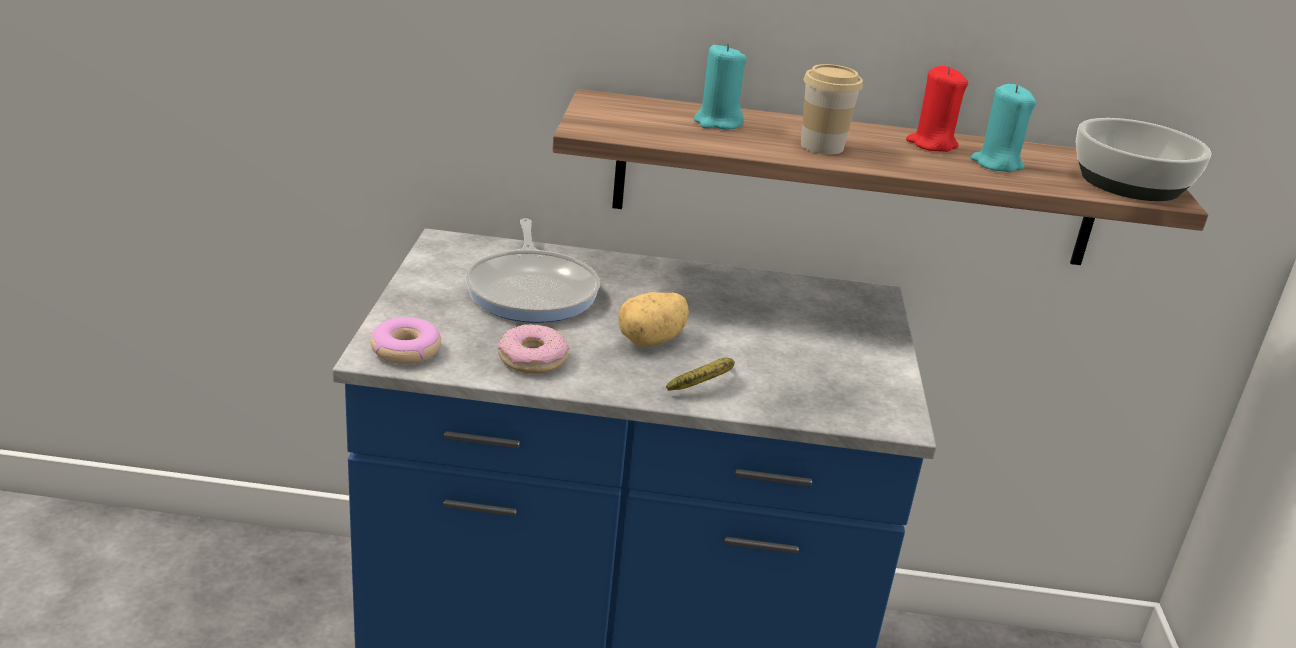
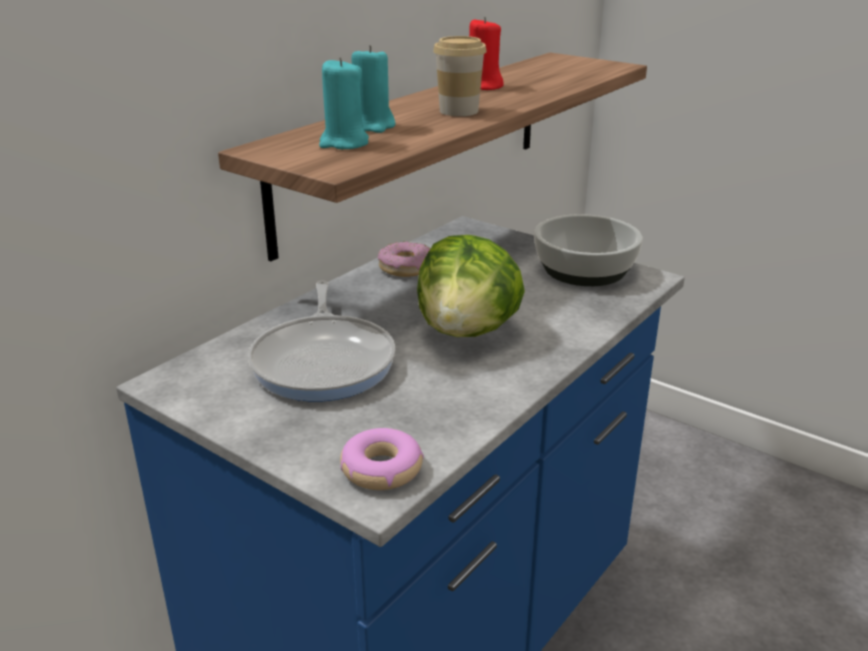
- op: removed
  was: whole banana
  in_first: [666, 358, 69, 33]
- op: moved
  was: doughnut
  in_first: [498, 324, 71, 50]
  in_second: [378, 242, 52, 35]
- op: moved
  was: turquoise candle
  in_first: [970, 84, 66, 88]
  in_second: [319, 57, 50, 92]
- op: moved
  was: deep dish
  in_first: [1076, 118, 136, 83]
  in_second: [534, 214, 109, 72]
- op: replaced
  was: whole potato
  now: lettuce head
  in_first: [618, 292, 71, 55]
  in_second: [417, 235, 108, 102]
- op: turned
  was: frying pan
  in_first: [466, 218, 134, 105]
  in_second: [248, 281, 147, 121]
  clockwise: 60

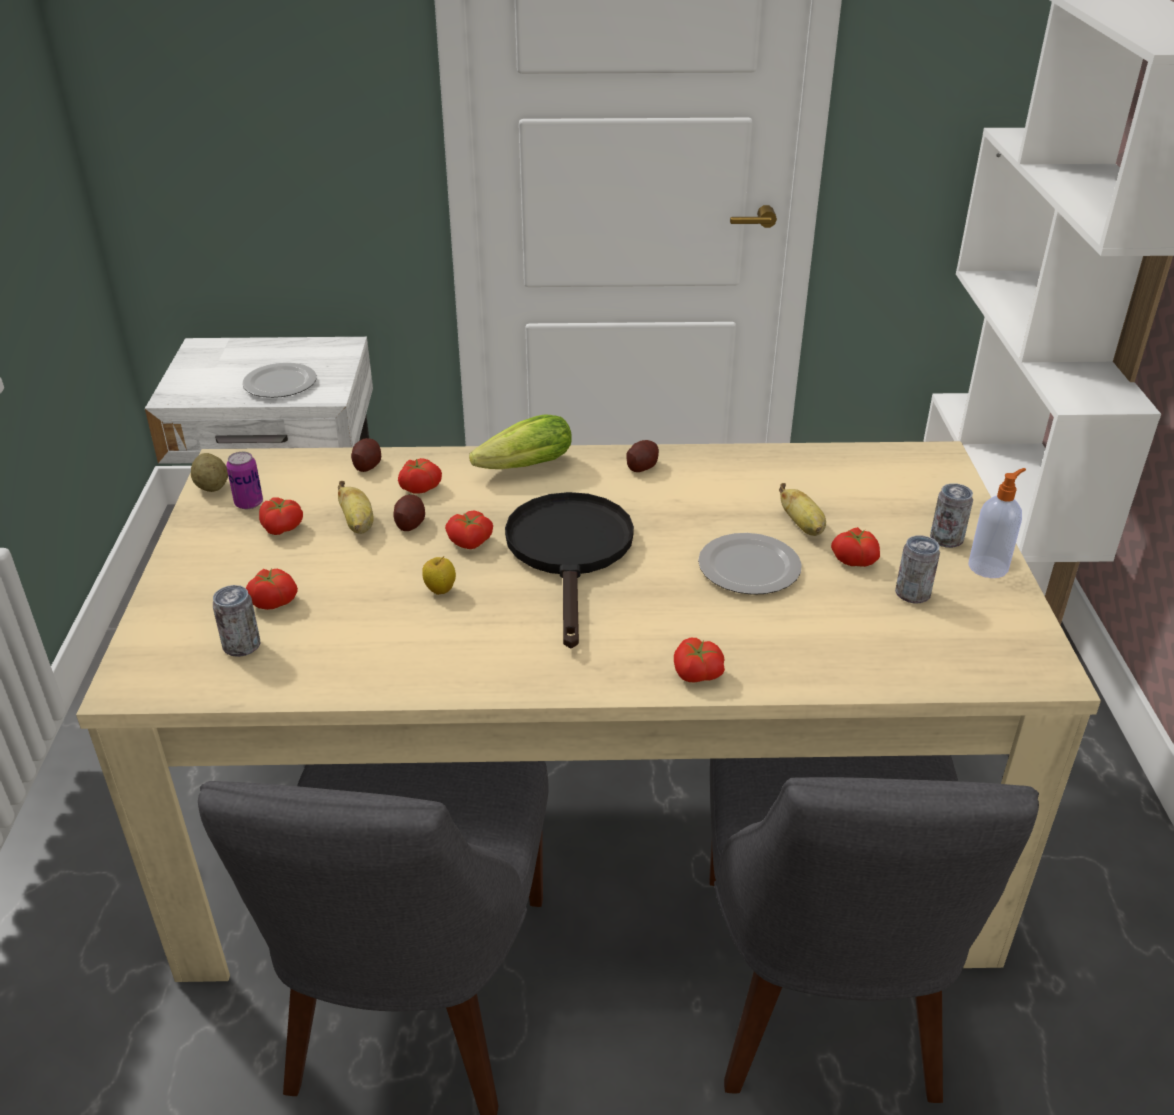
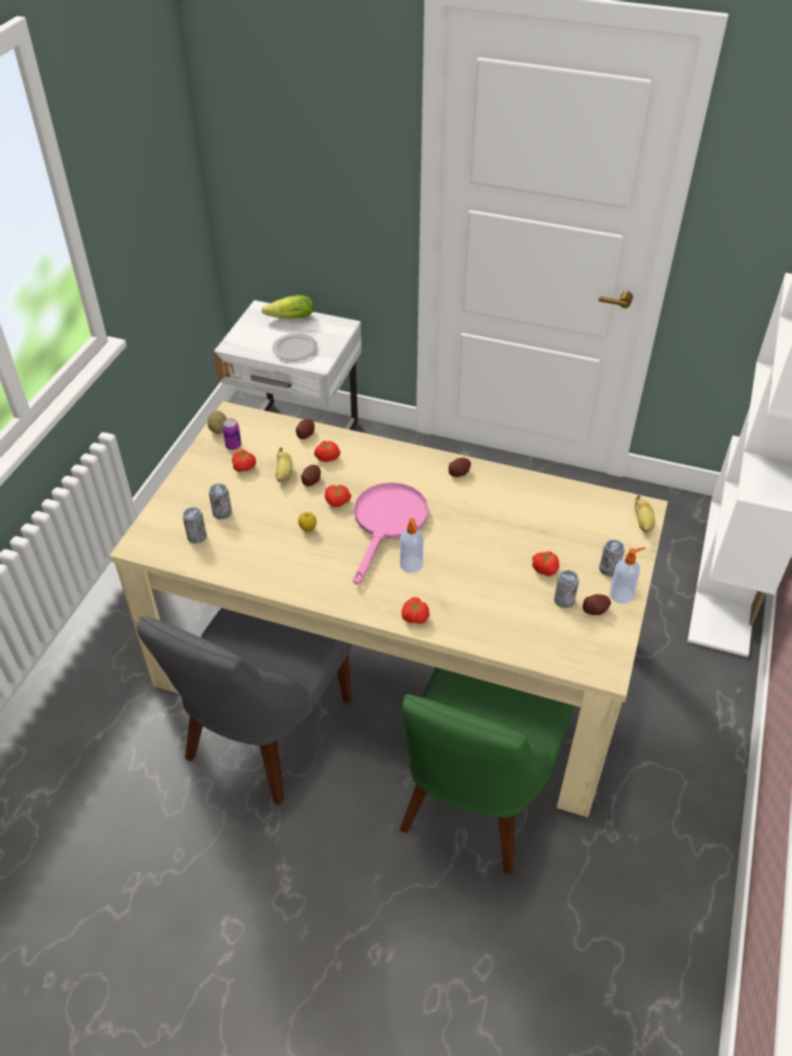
- op: removed
  was: plate
  in_first: [698, 533, 104, 62]
- op: added
  now: liquid soap bottle
  in_second: [400, 518, 24, 55]
- op: added
  now: whole potato
  in_second: [583, 594, 28, 21]
- op: moved
  was: lettuce head
  in_first: [469, 414, 103, 55]
  in_second: [262, 295, 51, 24]
- op: moved
  was: whole banana
  in_first: [779, 483, 47, 53]
  in_second: [635, 495, 20, 38]
- op: replaced
  was: tomato
  now: can
  in_first: [246, 569, 52, 41]
  in_second: [209, 483, 23, 36]
- op: recoloured
  was: black frying pan
  now: pink-coloured frying pan
  in_first: [505, 492, 129, 156]
  in_second: [353, 482, 76, 103]
- op: recoloured
  was: grey chair
  now: greenish chair
  in_first: [709, 755, 330, 348]
  in_second: [400, 667, 174, 207]

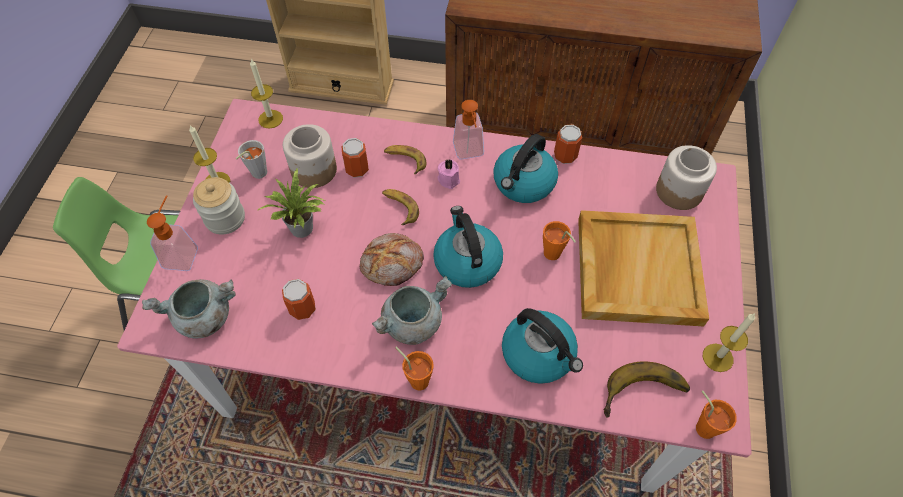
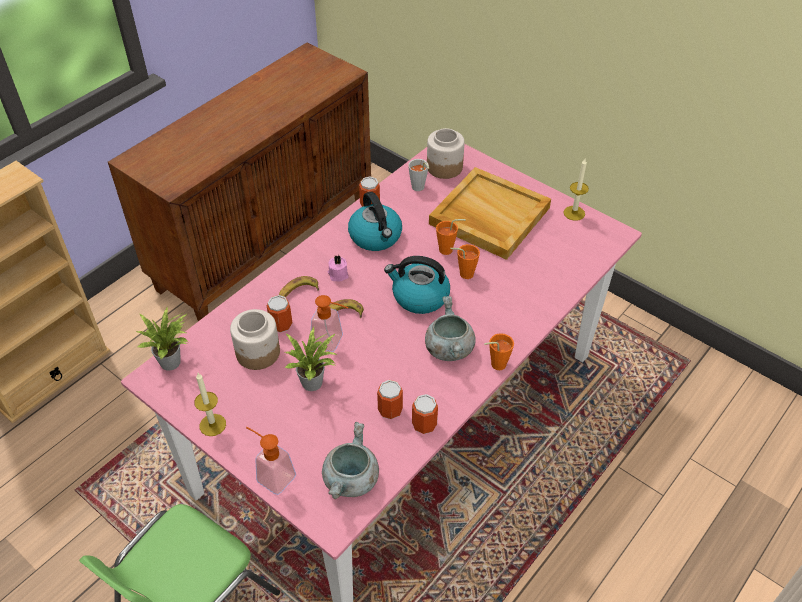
- op: removed
  was: preserve jar
  in_first: [193, 177, 52, 58]
- op: removed
  was: bread
  in_first: [360, 233, 64, 53]
- op: removed
  was: tea kettle
  in_first: [502, 308, 81, 76]
- op: removed
  was: whole banana
  in_first: [604, 361, 86, 57]
- op: added
  now: can
  in_second: [412, 394, 26, 40]
- op: moved
  was: grey drinking cup
  in_first: [235, 140, 32, 39]
  in_second: [408, 159, 21, 32]
- op: moved
  was: liquid soap bottle
  in_first: [453, 100, 31, 59]
  in_second: [311, 295, 37, 57]
- op: moved
  was: orangey drinking cup
  in_first: [696, 390, 41, 49]
  in_second: [451, 244, 29, 35]
- op: replaced
  was: candle
  now: plant in a pot
  in_first: [250, 59, 33, 70]
  in_second: [136, 307, 53, 64]

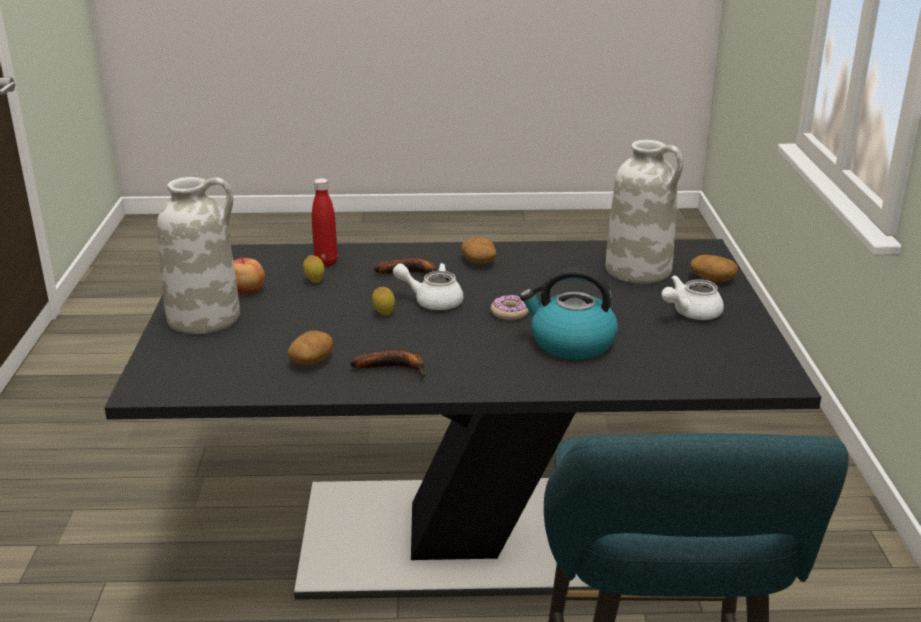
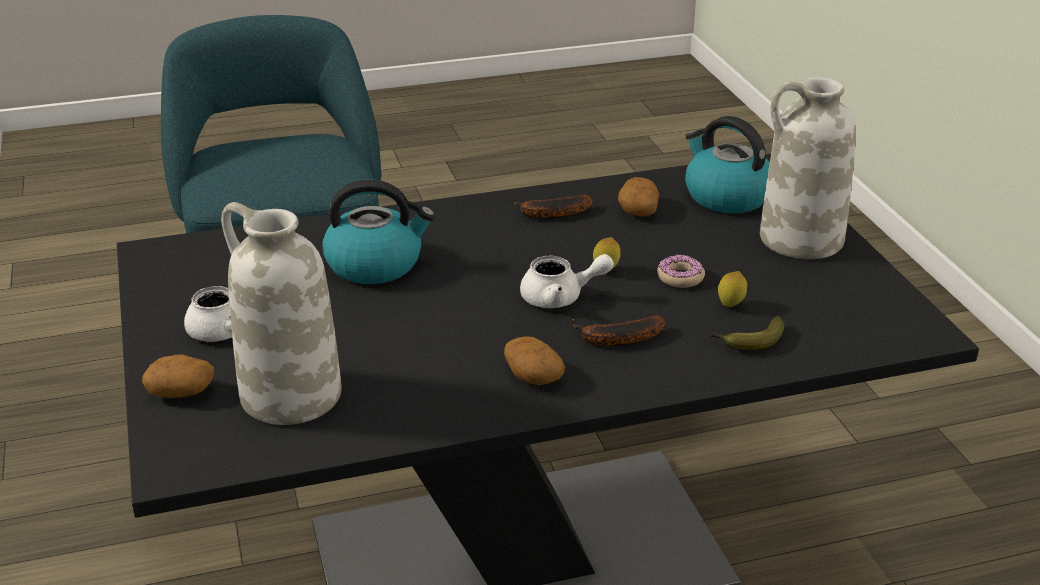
- op: removed
  was: whole apple
  in_first: [233, 257, 32, 37]
- op: added
  now: tea kettle
  in_second: [685, 116, 85, 98]
- op: moved
  was: doughnut
  in_first: [491, 295, 38, 25]
  in_second: [657, 255, 48, 33]
- op: replaced
  was: reddish beverage bottle
  now: whole banana
  in_first: [312, 178, 26, 88]
  in_second: [709, 315, 75, 35]

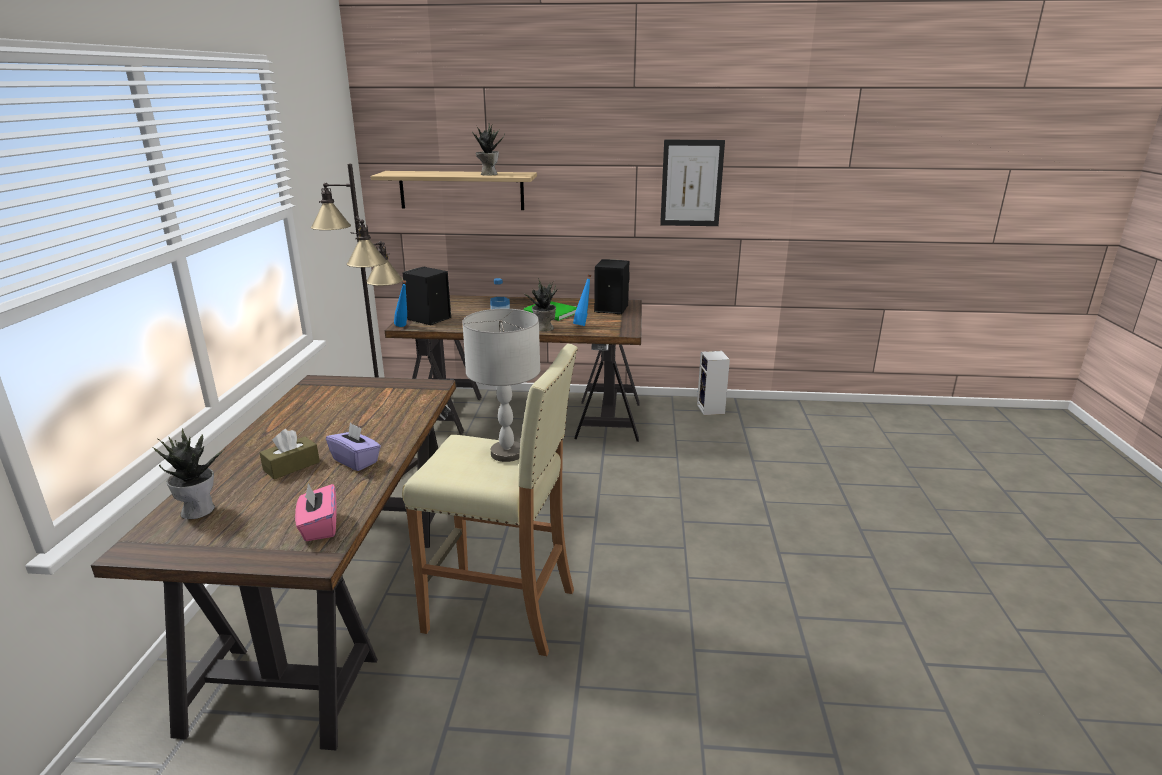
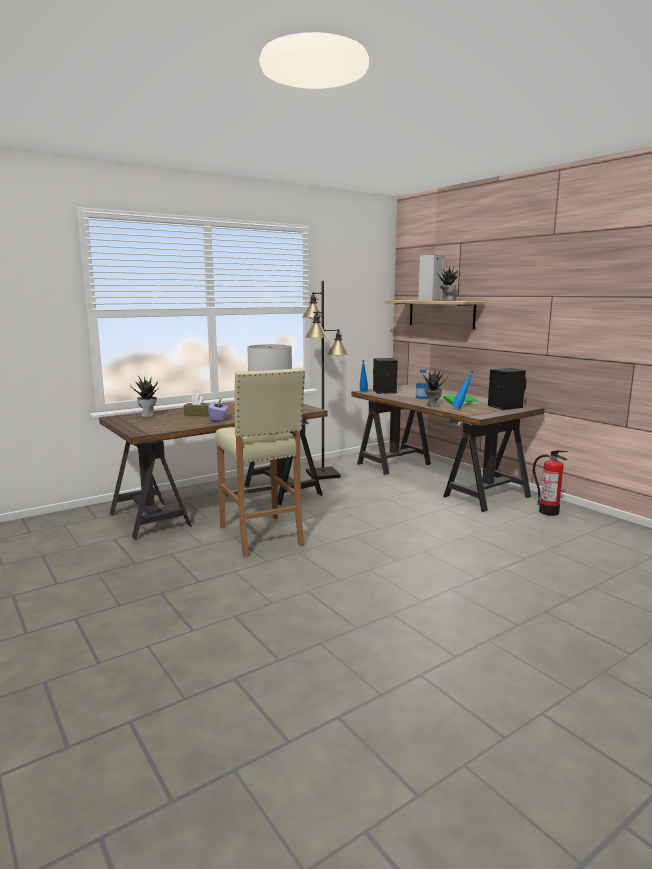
- op: removed
  was: pink-coloured tissue box
  in_first: [295, 484, 41, 57]
- op: removed
  was: wall picture
  in_first: [660, 140, 65, 86]
- op: added
  now: extinguisher
  in_second: [533, 450, 36, 66]
- op: moved
  was: audio speaker
  in_first: [697, 351, 33, 64]
  in_second: [418, 255, 26, 46]

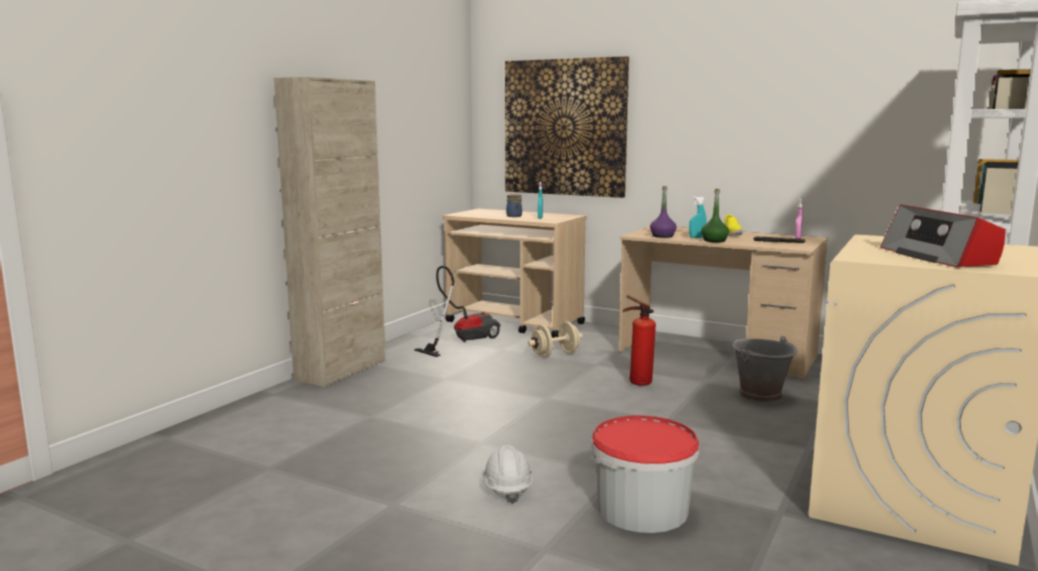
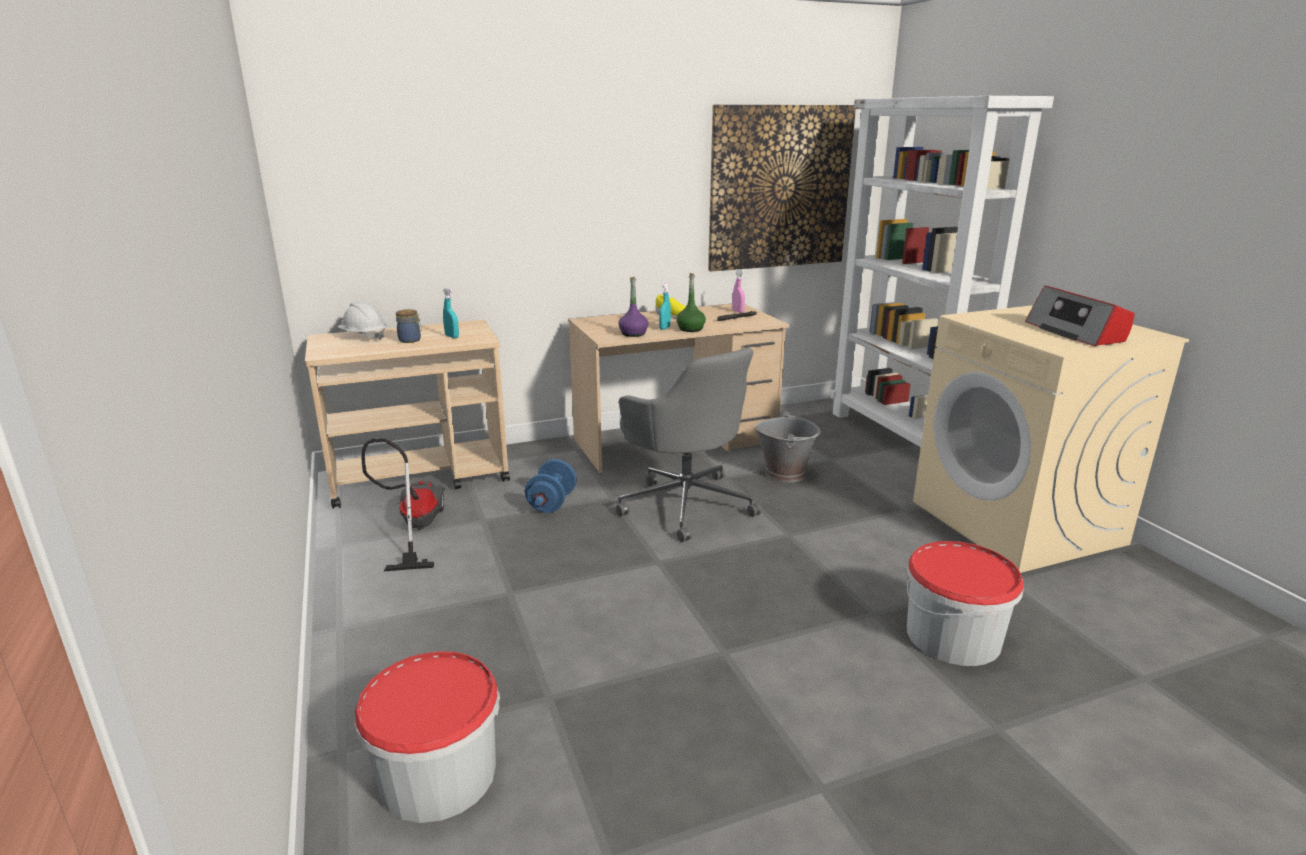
- op: removed
  was: beige-coloured storage cabinet
  in_first: [274, 77, 112, 310]
- op: added
  now: pail
  in_second: [355, 651, 145, 172]
- op: moved
  was: white safety helmet
  in_first: [482, 445, 51, 59]
  in_second: [338, 301, 49, 39]
- op: moved
  was: wall picture
  in_first: [505, 56, 124, 142]
  in_second: [708, 105, 148, 166]
- op: replaced
  was: extinguisher
  now: grey desk chair
  in_first: [622, 295, 34, 91]
  in_second: [616, 347, 146, 195]
- op: recoloured
  was: beige-coloured hand weight
  now: bluish hand weight
  in_first: [528, 321, 55, 37]
  in_second: [525, 459, 52, 54]
- op: turned
  was: radio set
  in_first: [880, 205, 126, 63]
  in_second: [1025, 285, 110, 61]
  clockwise: 45

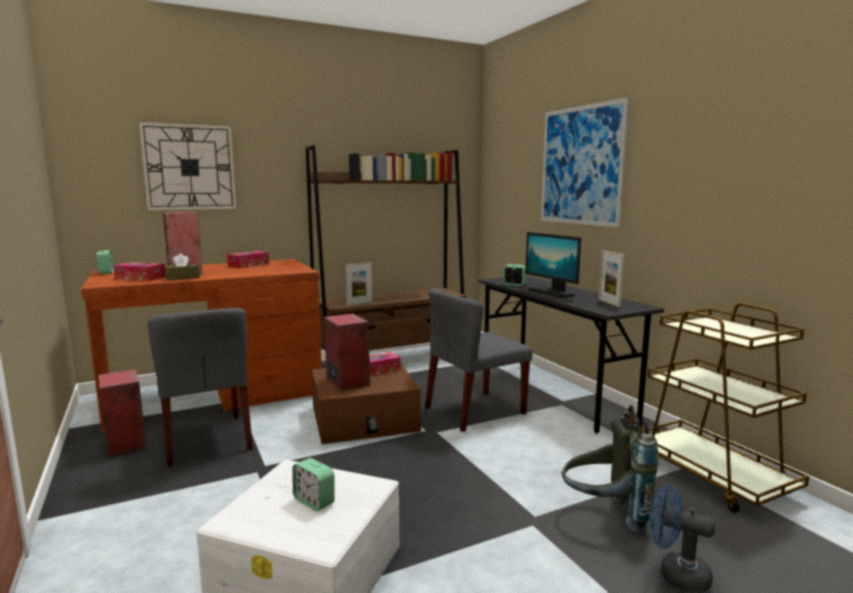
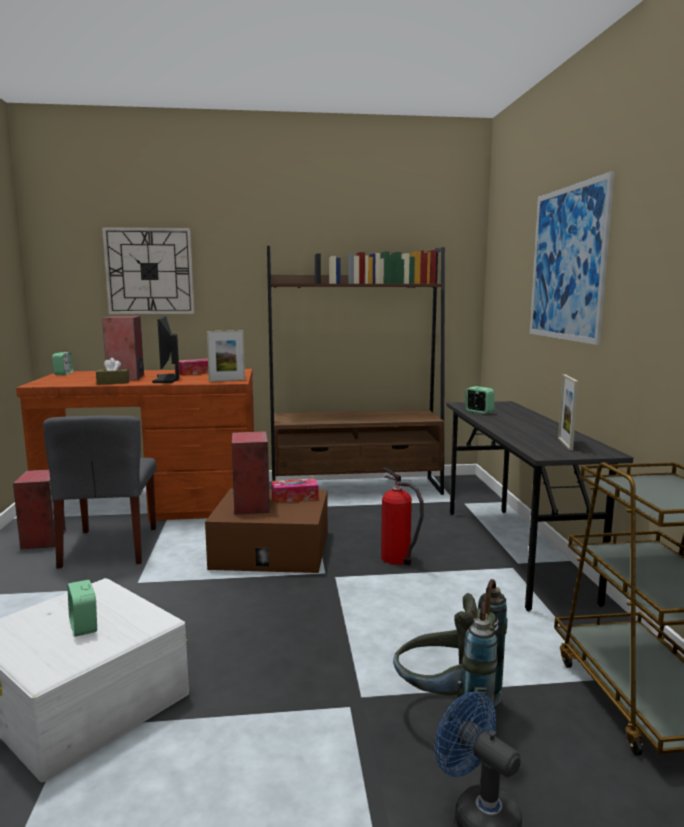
- op: removed
  was: tissue box
  in_first: [113, 262, 53, 19]
- op: moved
  was: picture frame
  in_first: [345, 262, 27, 44]
  in_second: [207, 330, 38, 52]
- op: moved
  was: computer screen
  in_first: [525, 232, 56, 66]
  in_second: [152, 316, 27, 67]
- op: replaced
  was: grey chair
  now: extinguisher
  in_first: [425, 289, 107, 143]
  in_second: [381, 468, 43, 97]

